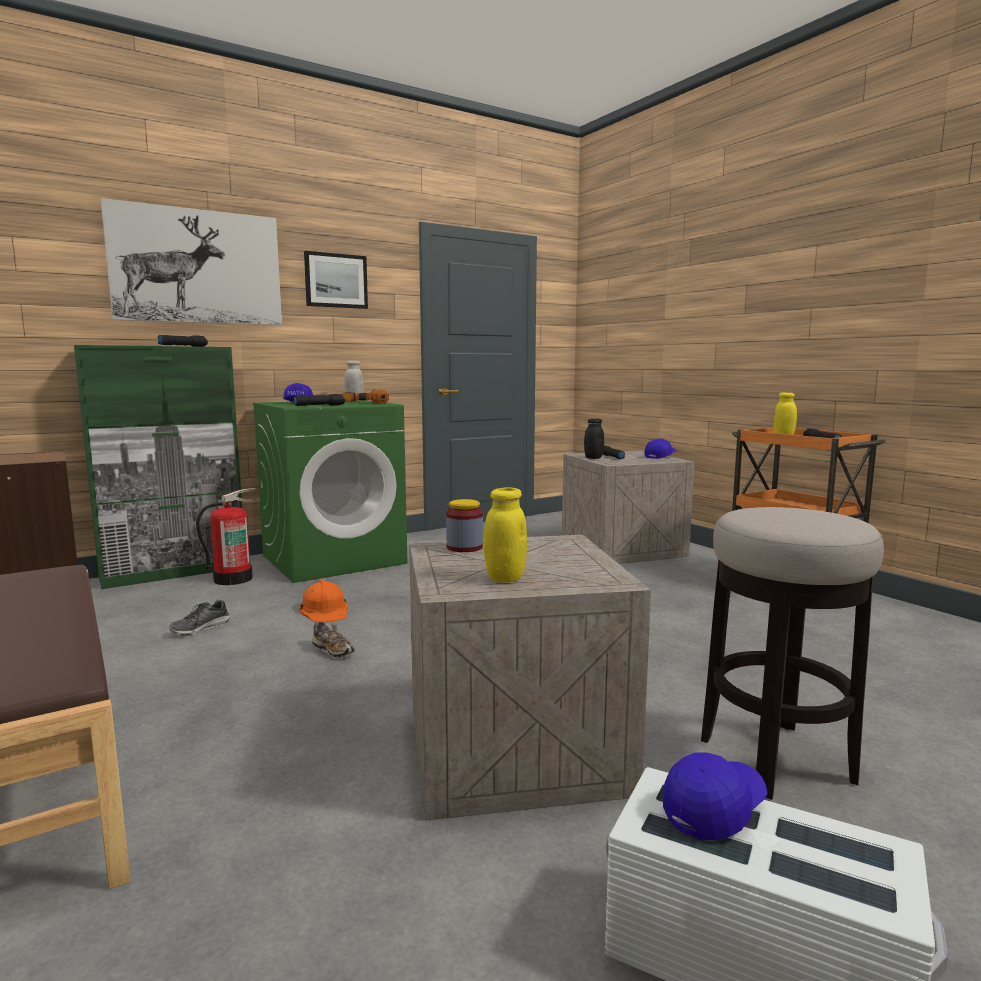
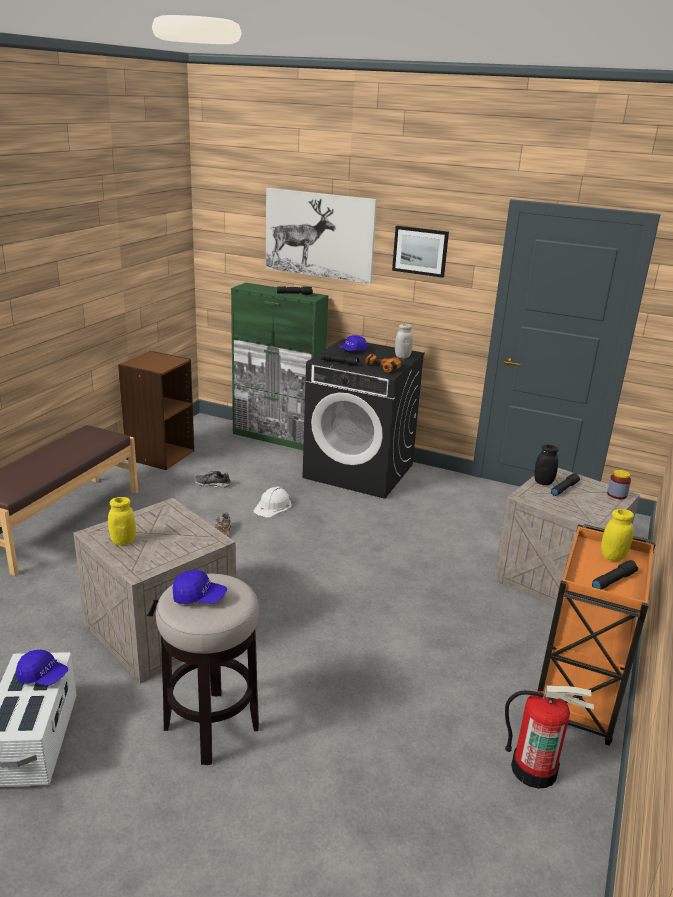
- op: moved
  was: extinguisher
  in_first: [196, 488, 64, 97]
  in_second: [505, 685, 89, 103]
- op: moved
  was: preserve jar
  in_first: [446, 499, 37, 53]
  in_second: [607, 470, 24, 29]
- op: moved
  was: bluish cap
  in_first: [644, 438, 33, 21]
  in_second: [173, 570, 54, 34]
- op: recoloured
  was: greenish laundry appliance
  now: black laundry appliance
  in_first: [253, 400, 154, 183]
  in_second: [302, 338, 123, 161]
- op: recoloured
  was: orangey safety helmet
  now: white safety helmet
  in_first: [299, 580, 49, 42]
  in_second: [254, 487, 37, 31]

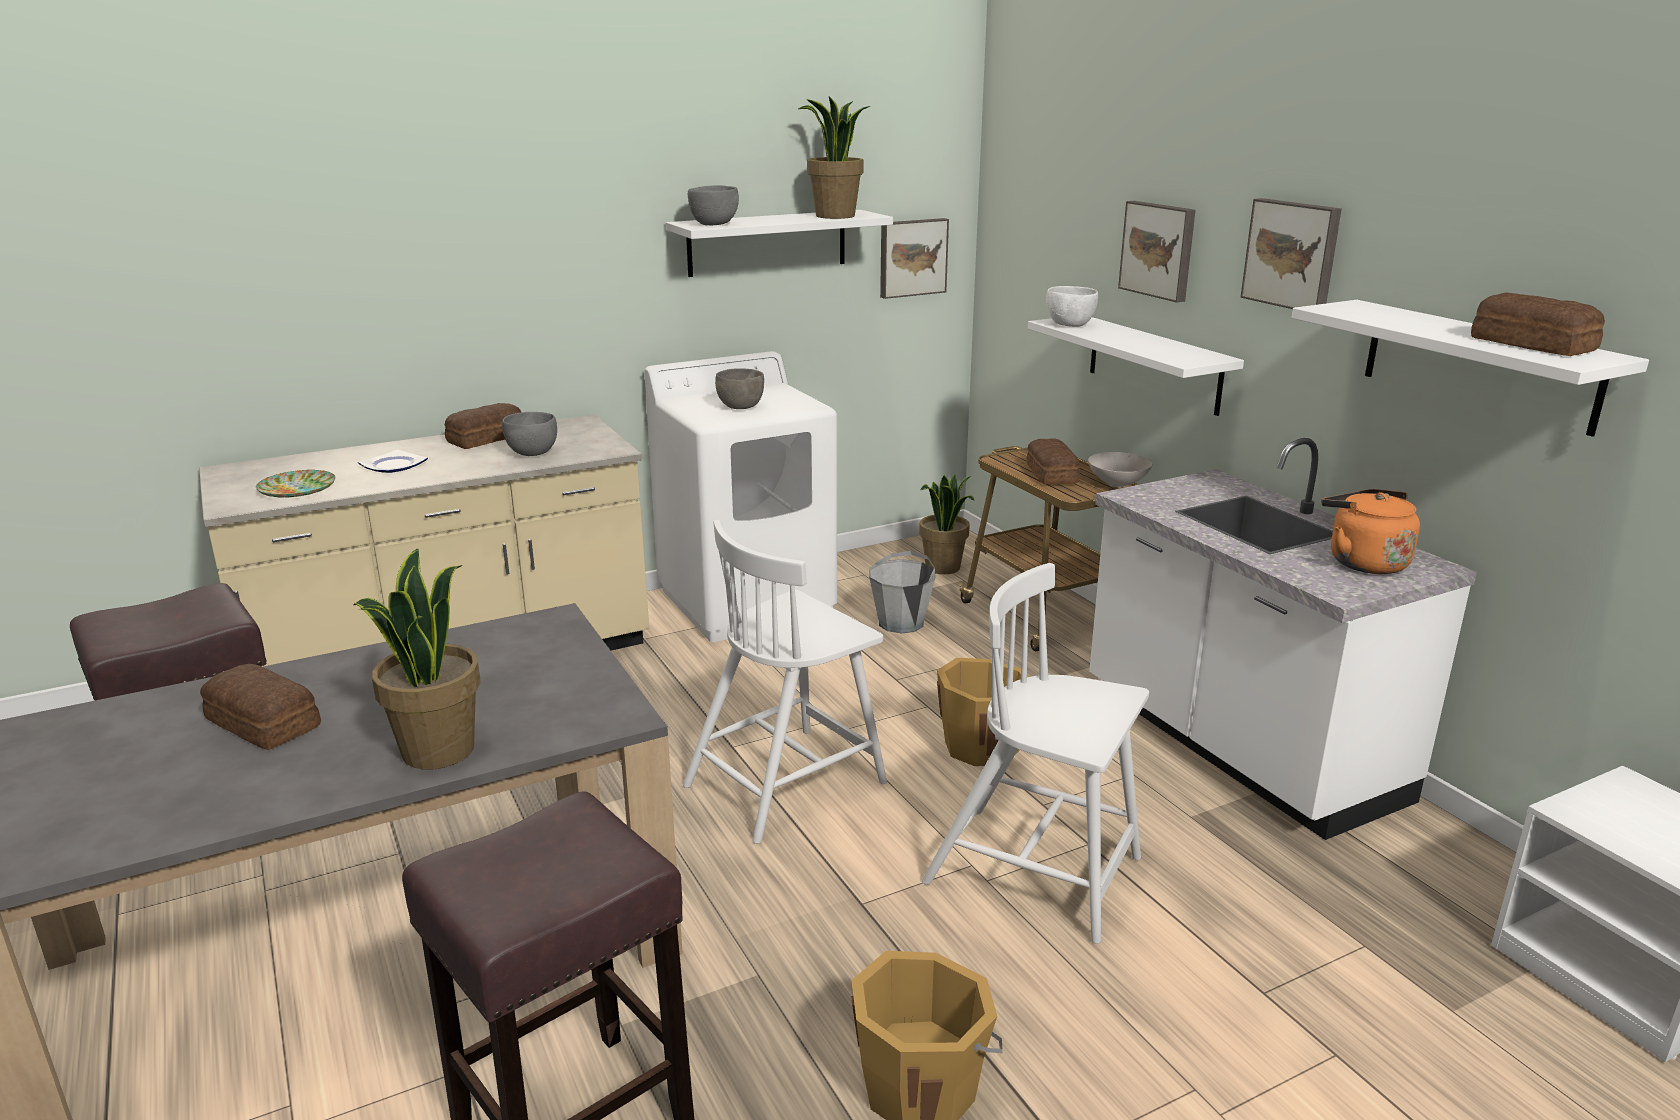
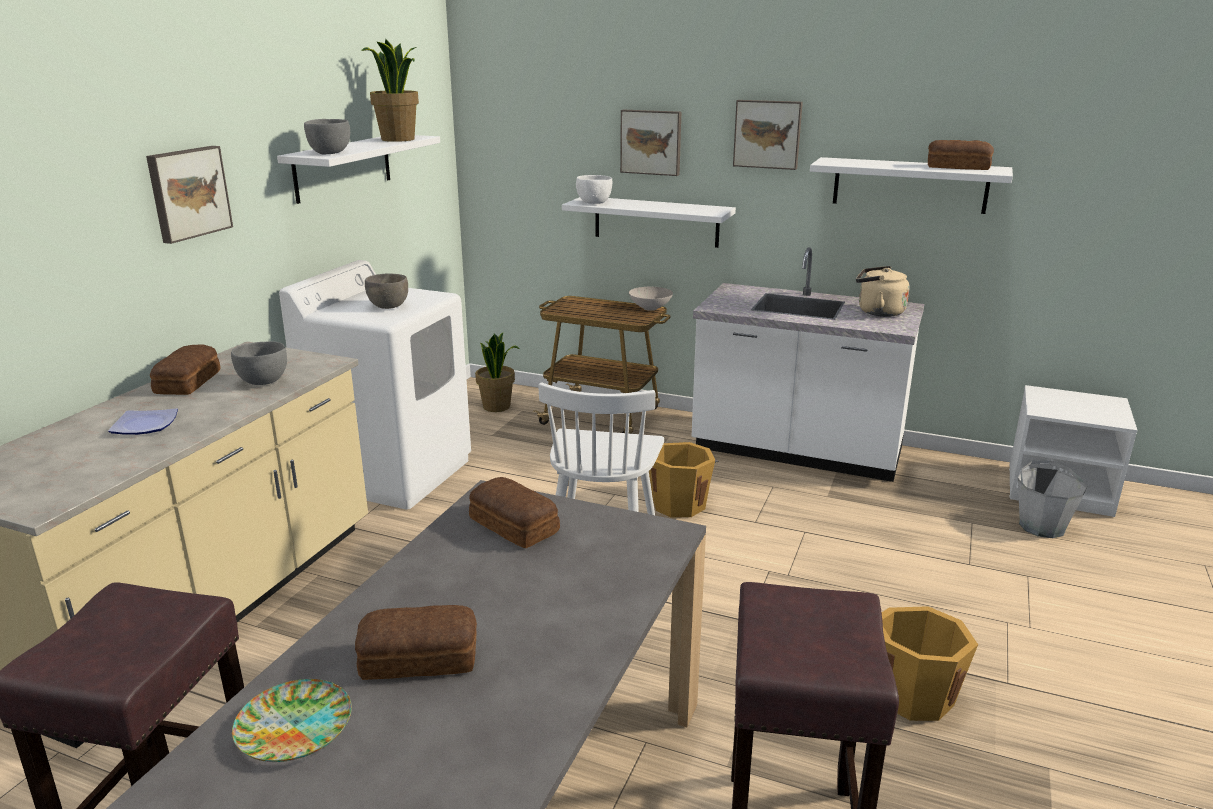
- op: removed
  was: plant in a pot
  in_first: [353, 549, 128, 221]
- op: removed
  was: white chair
  in_first: [922, 563, 227, 381]
- op: moved
  was: plate
  in_first: [256, 470, 80, 27]
  in_second: [232, 679, 120, 83]
- op: moved
  was: grey pail
  in_first: [869, 551, 67, 83]
  in_second: [1018, 461, 69, 77]
- op: moved
  was: wall picture
  in_first: [880, 218, 69, 81]
  in_second: [146, 146, 87, 98]
- op: moved
  was: bread
  in_first: [1026, 439, 54, 45]
  in_second: [469, 477, 91, 71]
- op: recoloured
  was: orangey tea kettle
  now: beige-coloured tea kettle
  in_first: [1322, 489, 98, 85]
  in_second: [856, 266, 54, 51]

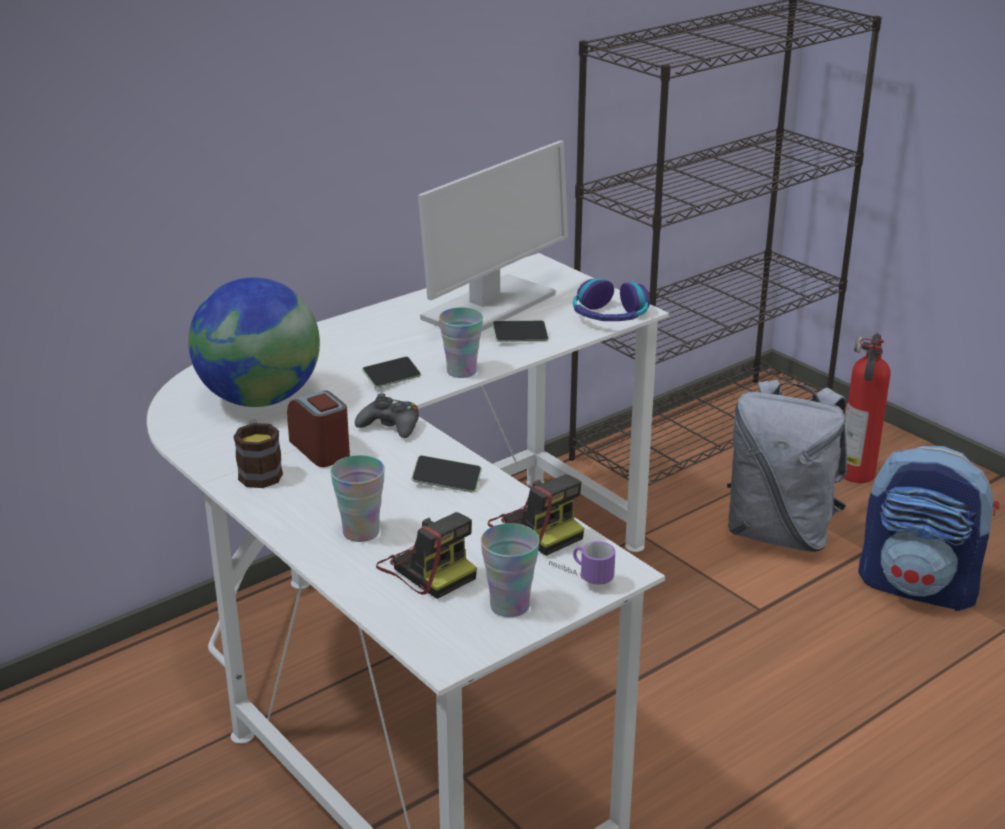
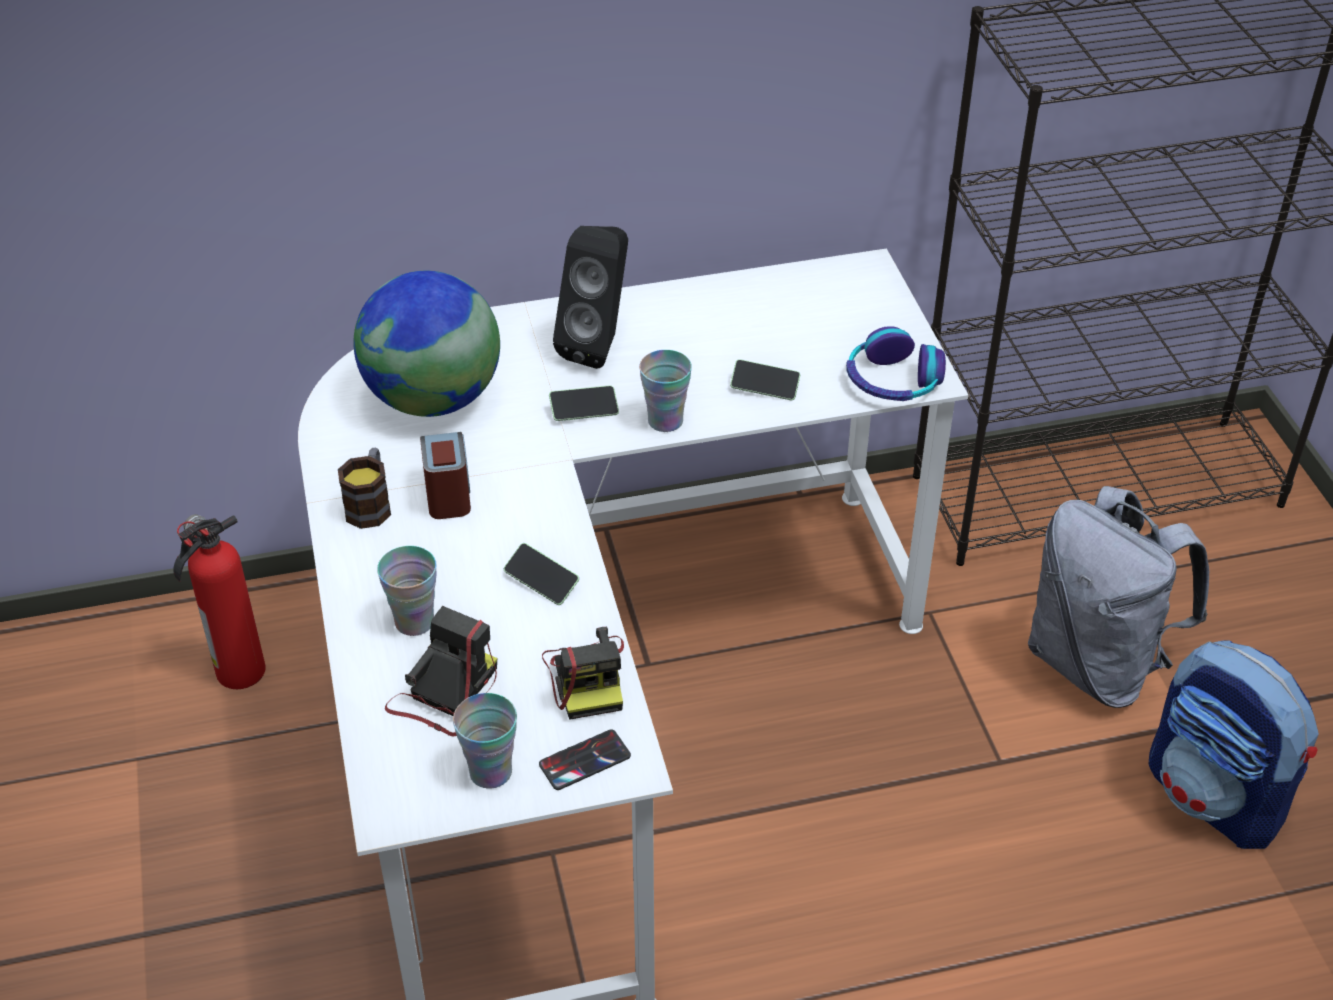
- op: removed
  was: black gamepad
  in_first: [355, 393, 64, 45]
- op: removed
  was: computer screen
  in_first: [418, 141, 150, 191]
- op: added
  now: black audio speaker
  in_second: [553, 226, 75, 143]
- op: moved
  was: extinguisher
  in_first: [844, 333, 46, 150]
  in_second: [173, 514, 93, 175]
- op: replaced
  was: coffee mug
  now: telephone
  in_first: [549, 541, 66, 44]
  in_second: [539, 729, 92, 61]
- op: turned
  was: photo camera
  in_first: [376, 512, 101, 87]
  in_second: [385, 606, 112, 130]
  clockwise: -135

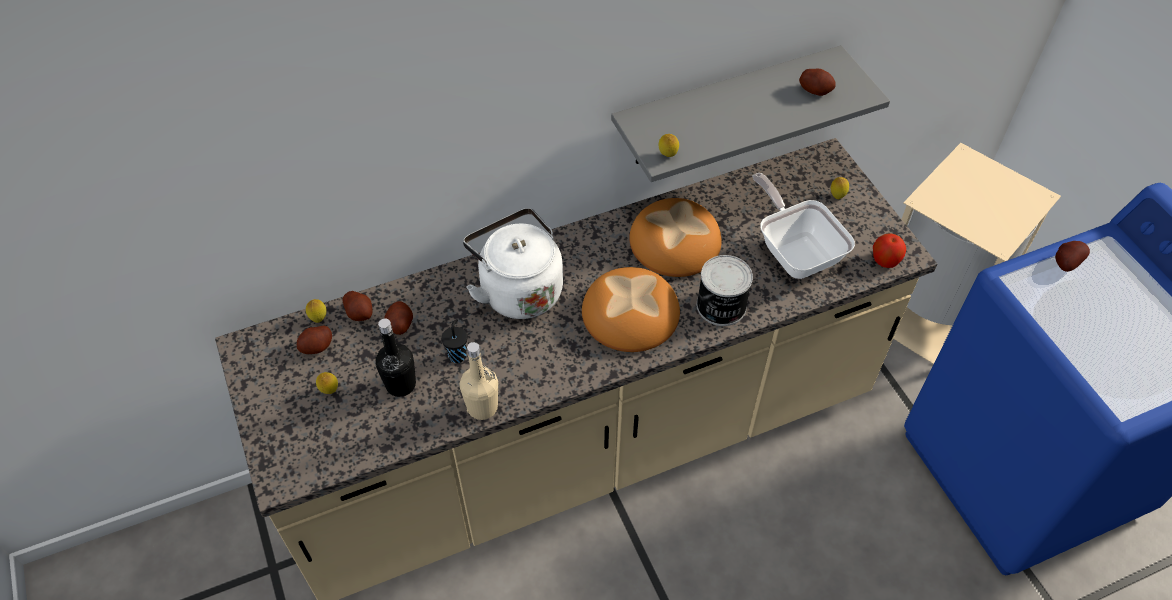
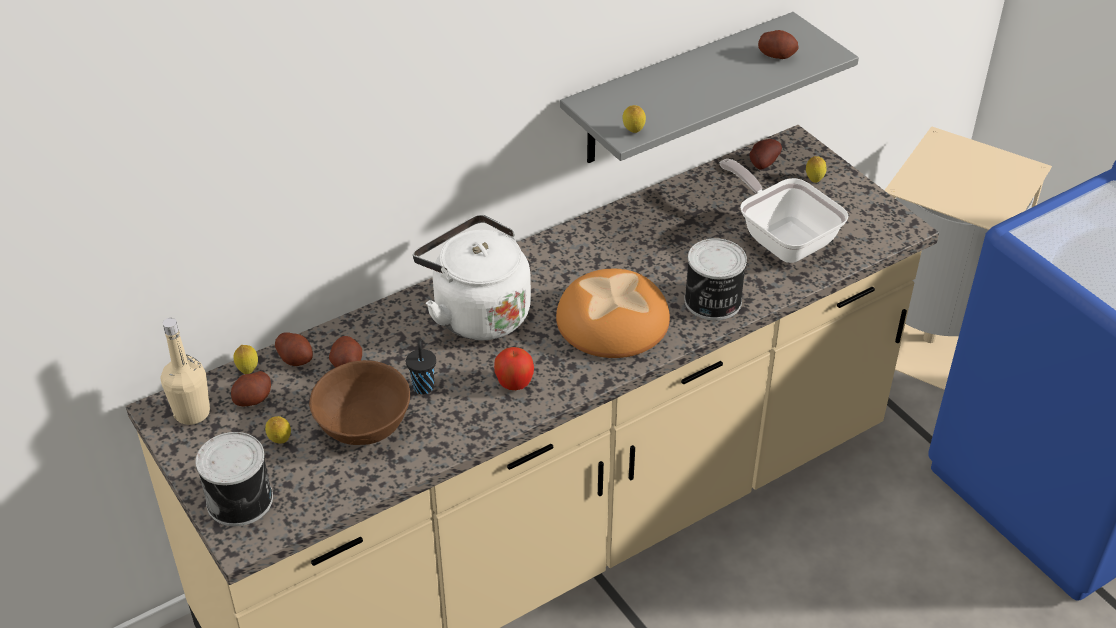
- op: removed
  was: bread
  in_first: [629, 198, 93, 79]
- op: added
  now: can
  in_second: [195, 432, 78, 94]
- op: moved
  was: beige-coloured beverage bottle
  in_first: [460, 342, 38, 78]
  in_second: [161, 318, 49, 107]
- op: moved
  was: whole apple
  in_first: [873, 233, 33, 35]
  in_second: [494, 347, 40, 43]
- op: moved
  was: whole potato
  in_first: [1055, 241, 35, 31]
  in_second: [749, 139, 33, 31]
- op: replaced
  was: black beverage bottle
  now: brown deep dish
  in_first: [375, 318, 41, 79]
  in_second: [309, 360, 101, 85]

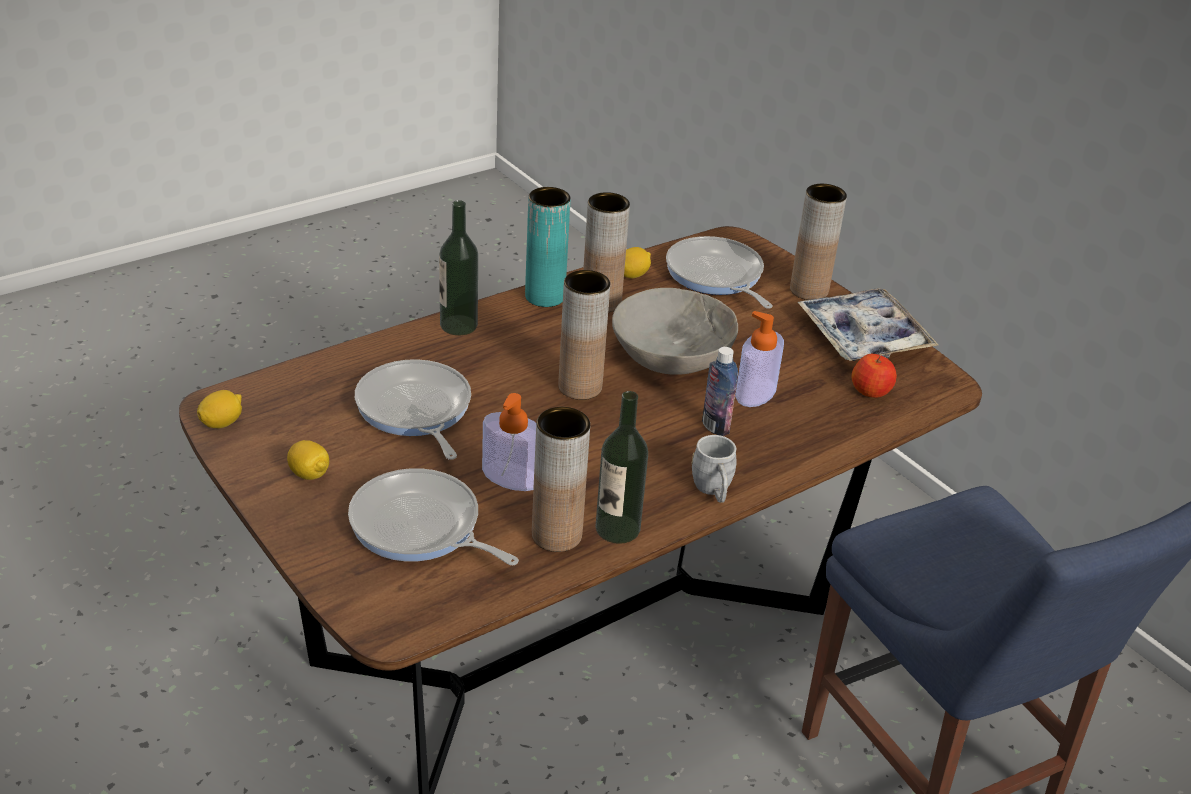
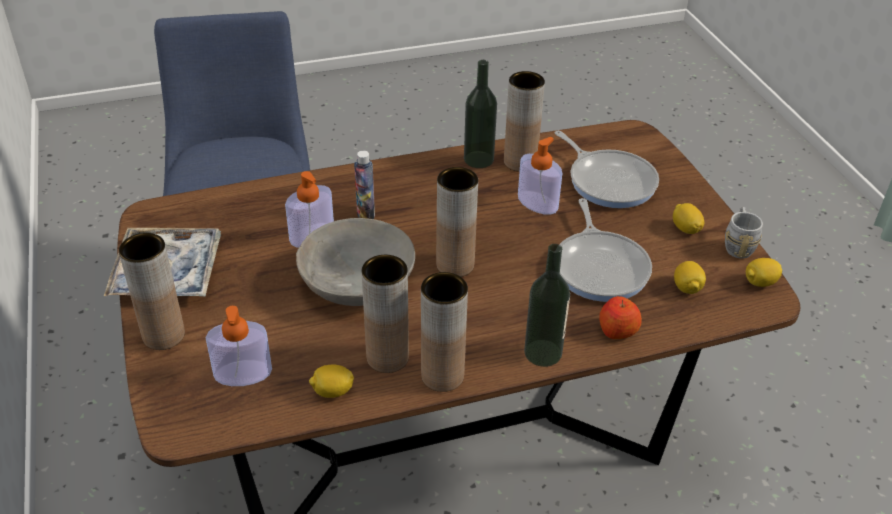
- op: added
  now: whole lemon
  in_second: [674, 261, 32, 33]
- op: moved
  was: grey coffee mug
  in_first: [691, 435, 46, 68]
  in_second: [725, 207, 38, 52]
- op: moved
  was: whole apple
  in_first: [852, 354, 45, 44]
  in_second: [599, 296, 43, 43]
- op: replaced
  was: frying pan
  now: liquid soap bottle
  in_first: [666, 236, 106, 73]
  in_second: [206, 306, 66, 80]
- op: recoloured
  was: turquoise flower vase
  now: brown flower vase
  in_first: [525, 187, 46, 120]
  in_second: [421, 272, 47, 120]

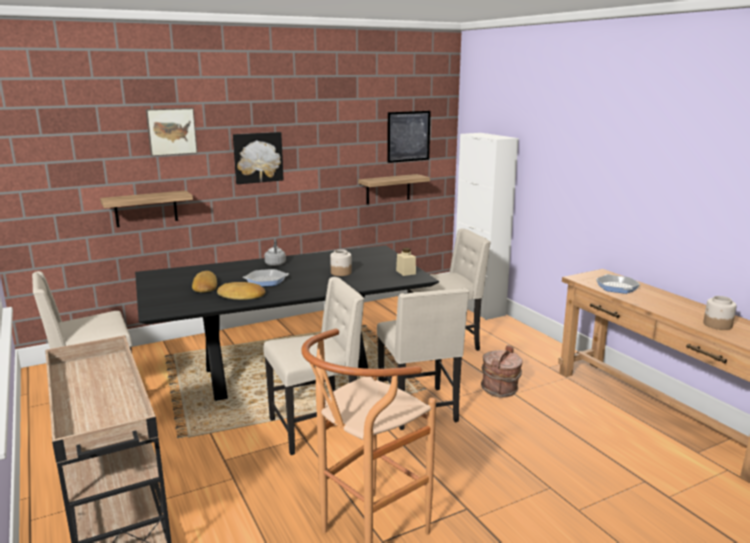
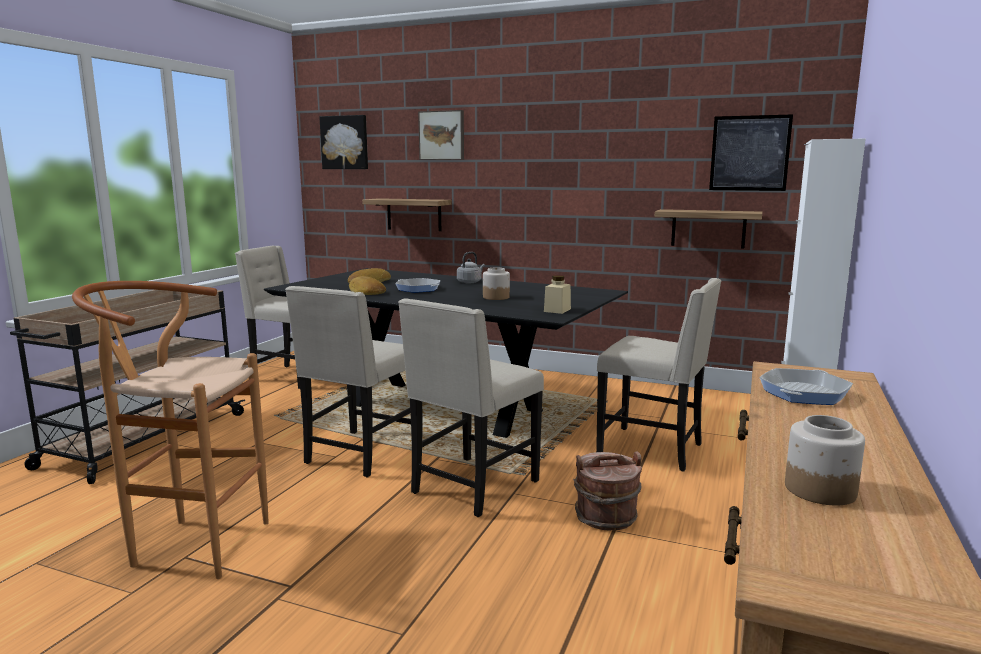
- op: moved
  was: wall picture
  in_first: [233, 132, 51, 52]
  in_second: [319, 115, 49, 54]
- op: turned
  was: beige-coloured chair
  in_first: [264, 277, 100, 178]
  in_second: [285, 286, 126, 192]
  clockwise: 90

